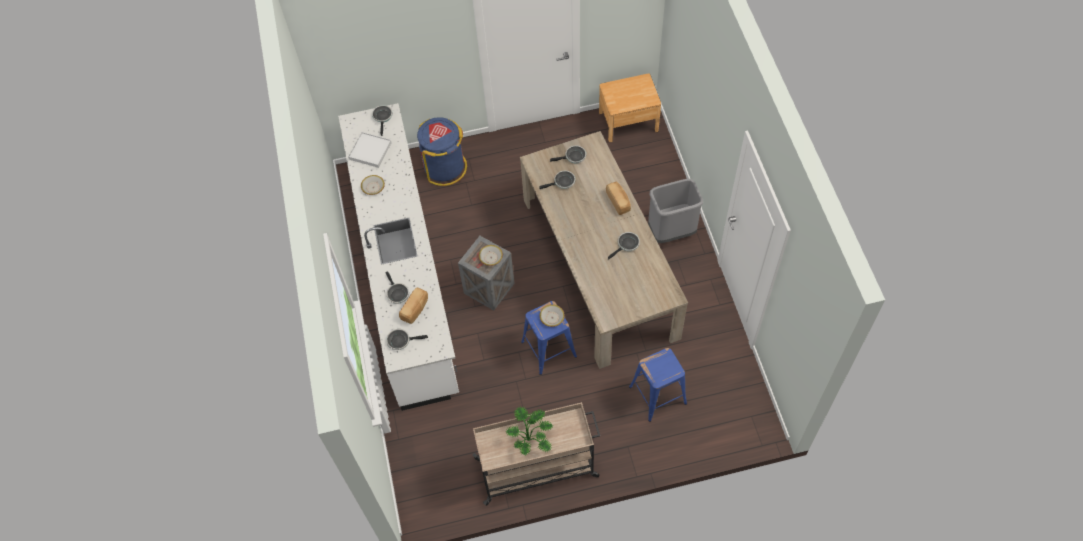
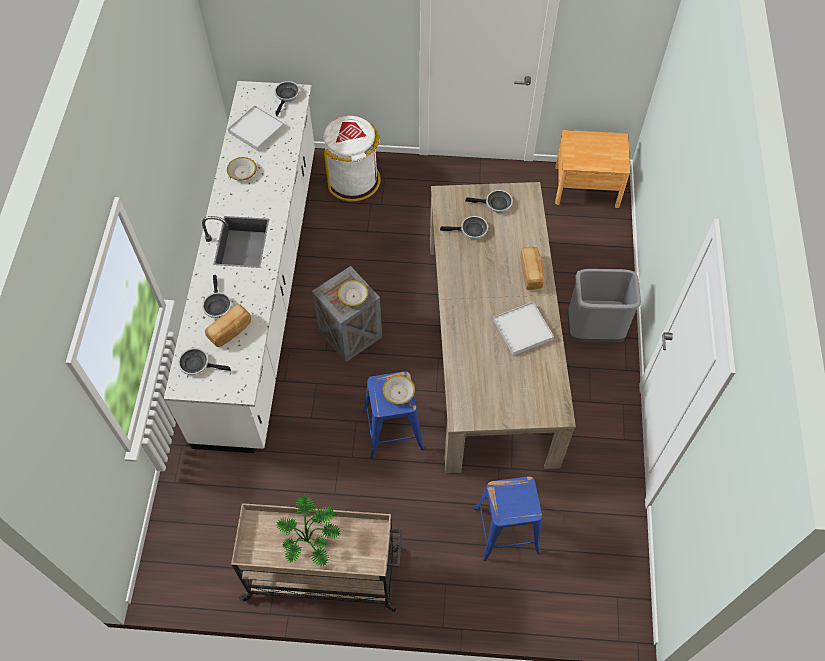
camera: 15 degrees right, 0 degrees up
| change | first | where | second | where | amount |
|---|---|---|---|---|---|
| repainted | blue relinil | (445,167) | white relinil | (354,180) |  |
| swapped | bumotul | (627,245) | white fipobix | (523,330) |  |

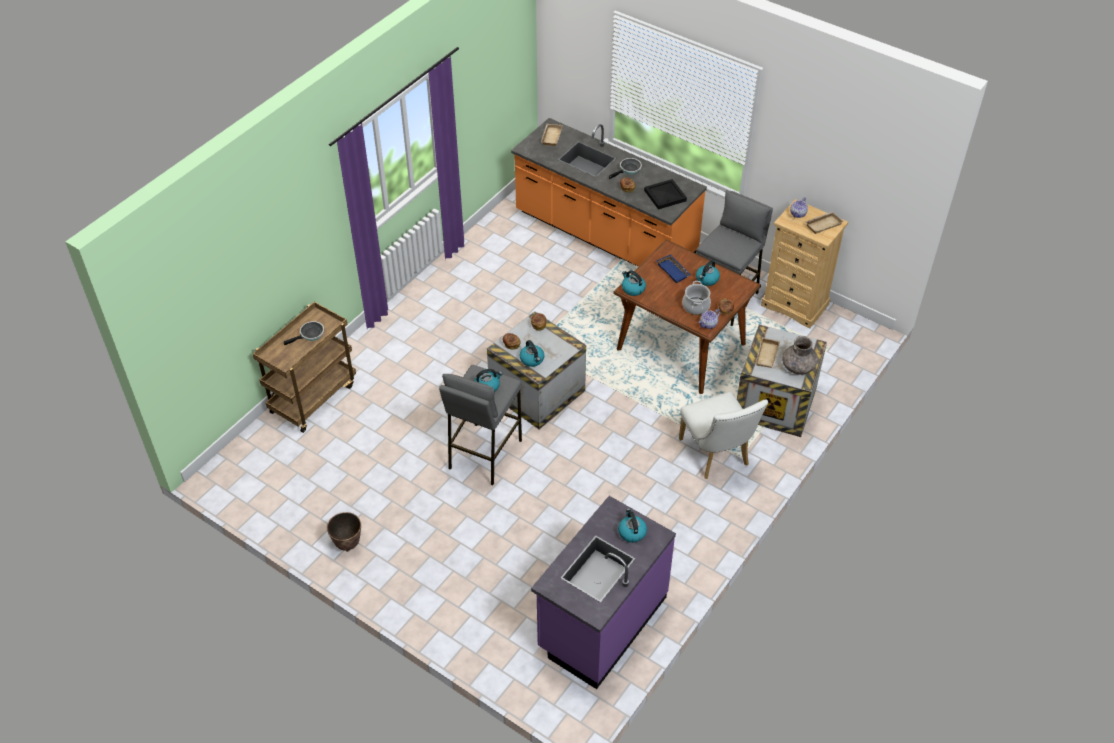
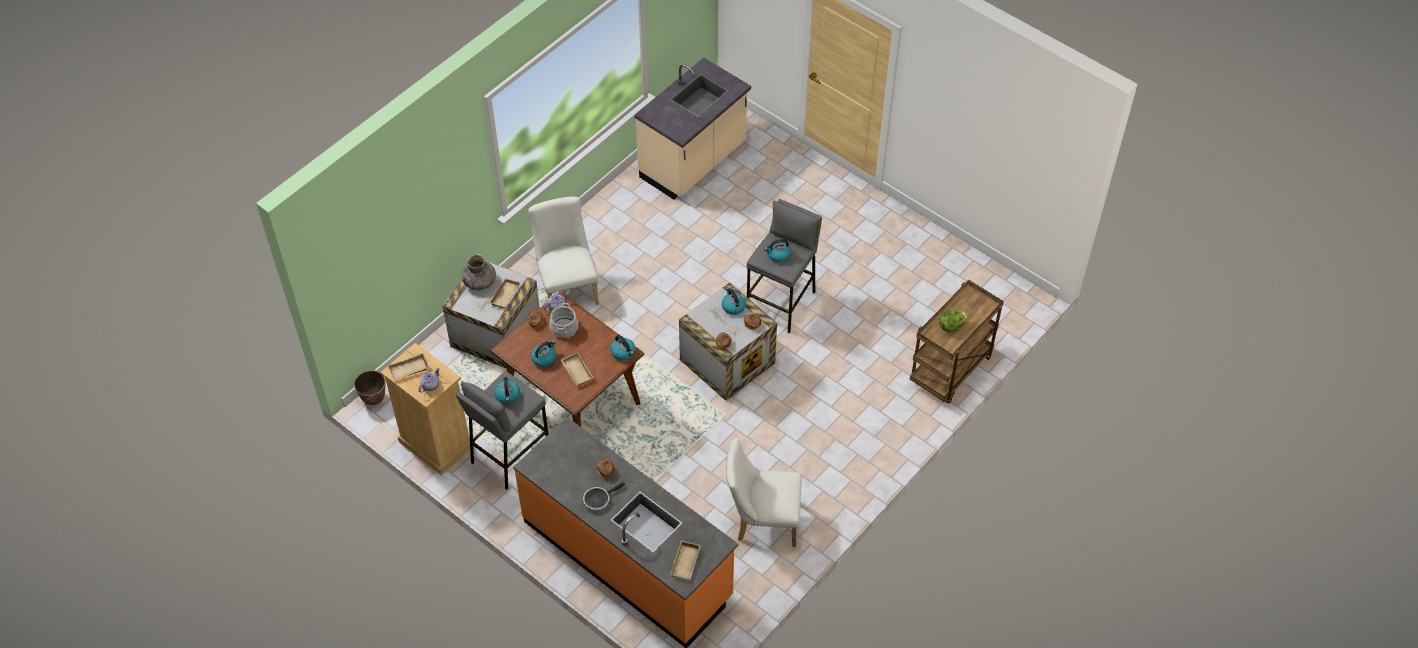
camera: 175 degrees left, 5 degrees up
| change | first | where | second | where | amount |
|---|---|---|---|---|---|
| gone | black fipobix | (665,196) |  |  |  |
| repainted | blue fipobix | (674,271) | beige fipobix | (576,371) |  |
| swapped | bumotul | (310,335) | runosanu | (951,326) |  |
| repainted | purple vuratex | (601,623) | beige vuratex | (693,163) |  |
| shifted | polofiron | (631,532) |  | (508,396) |  |
| shifted | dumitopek | (347,544) |  | (374,399) |  |
| new |  |  | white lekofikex | (762,521) |  |

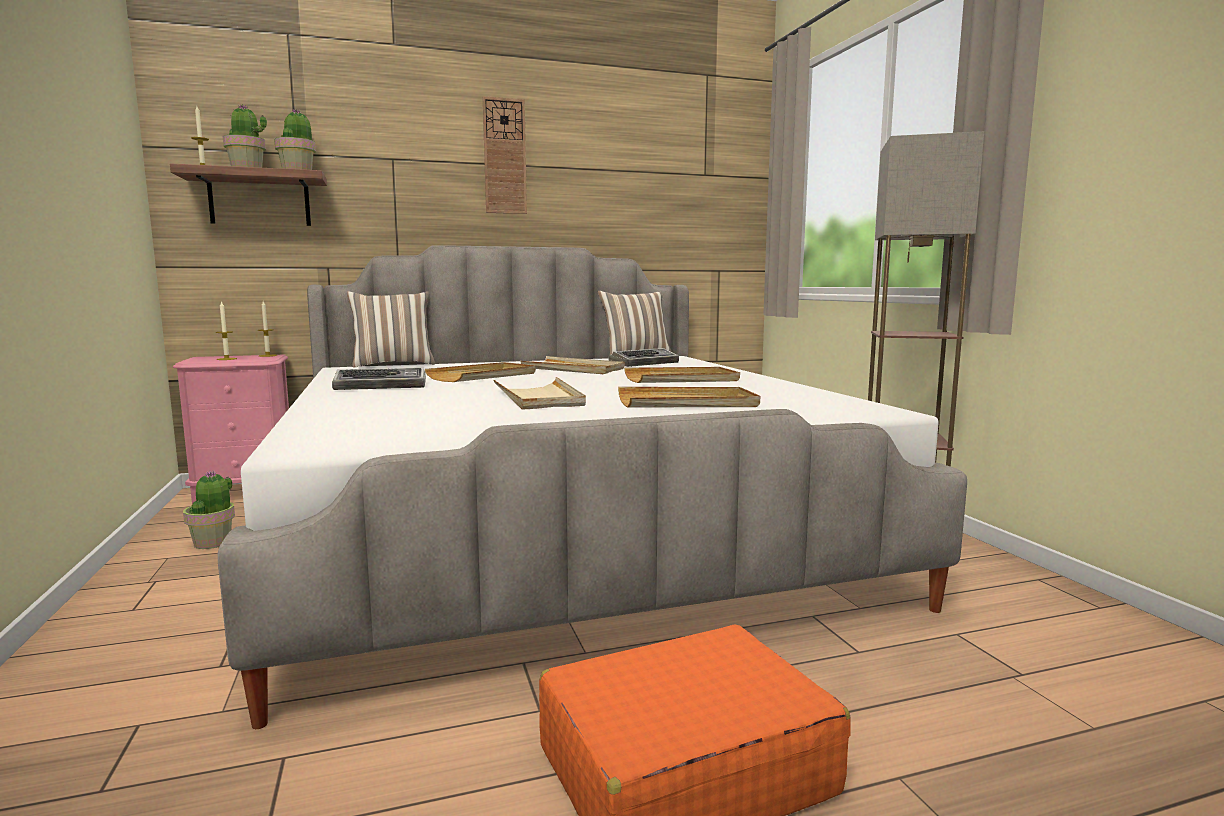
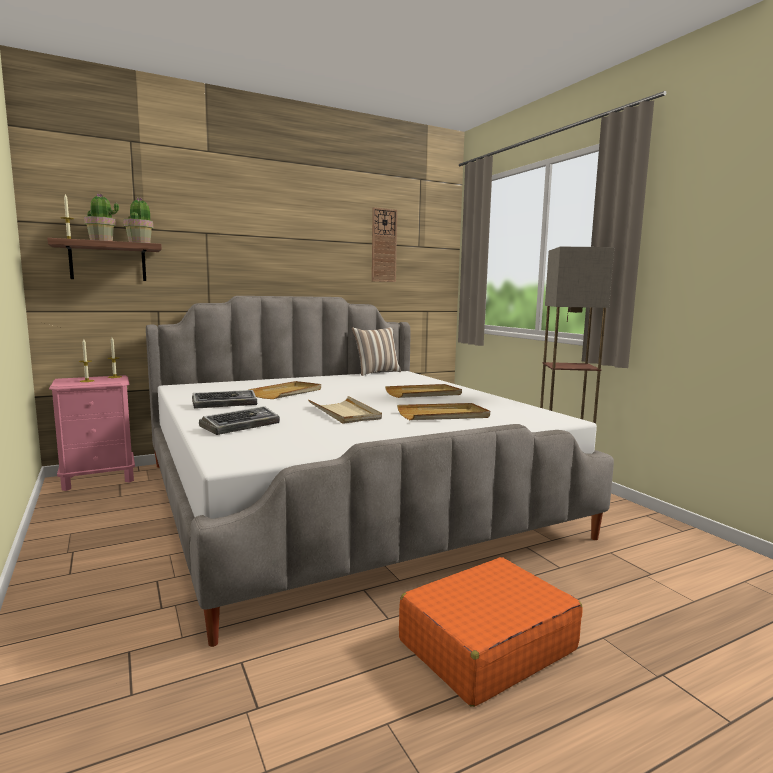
camera: 10 degrees left, 0 degrees up
| change | first | where | second | where | amount |
|---|---|---|---|---|---|
| shifted | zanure | (504,156) |  | (383,245) |  |
| gone | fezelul | (393,364) |  |  |  |
| shifted | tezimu | (644,363) |  | (241,426) |  |
| gone | beige fipobix | (573,369) |  |  |  |
| gone | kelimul | (213,542) |  |  |  |

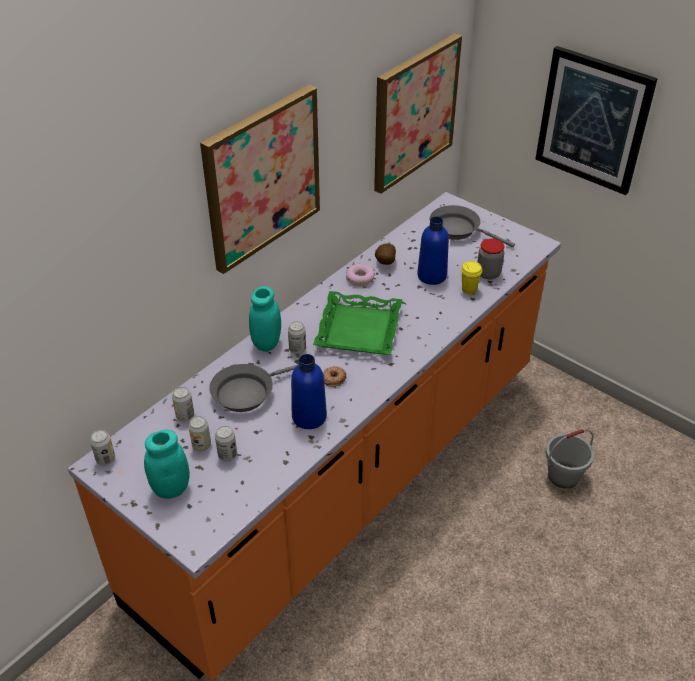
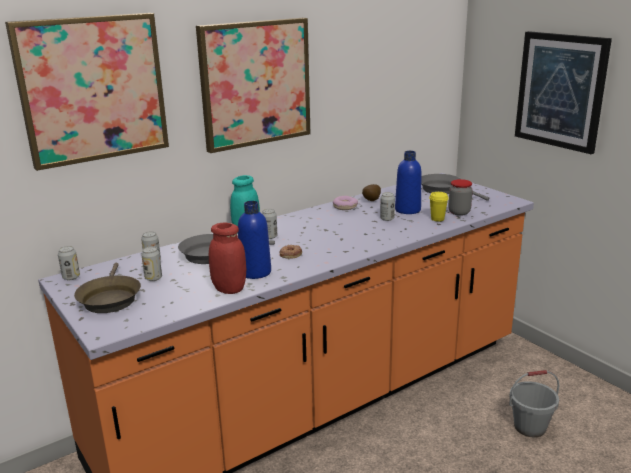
camera: 15 degrees right, 20 degrees down
| change | first | where | second | where | amount |
|---|---|---|---|---|---|
| shifted | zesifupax | (414,112) |  | (92,89) |  |
| gone | green fipobix | (359,329) |  |  |  |
| shifted | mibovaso | (227,455) |  | (387,219) |  |
| swapped | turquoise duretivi | (171,488) | brown bumotul | (109,298) |  |
| new |  |  | red duretivi | (229,289) |  |

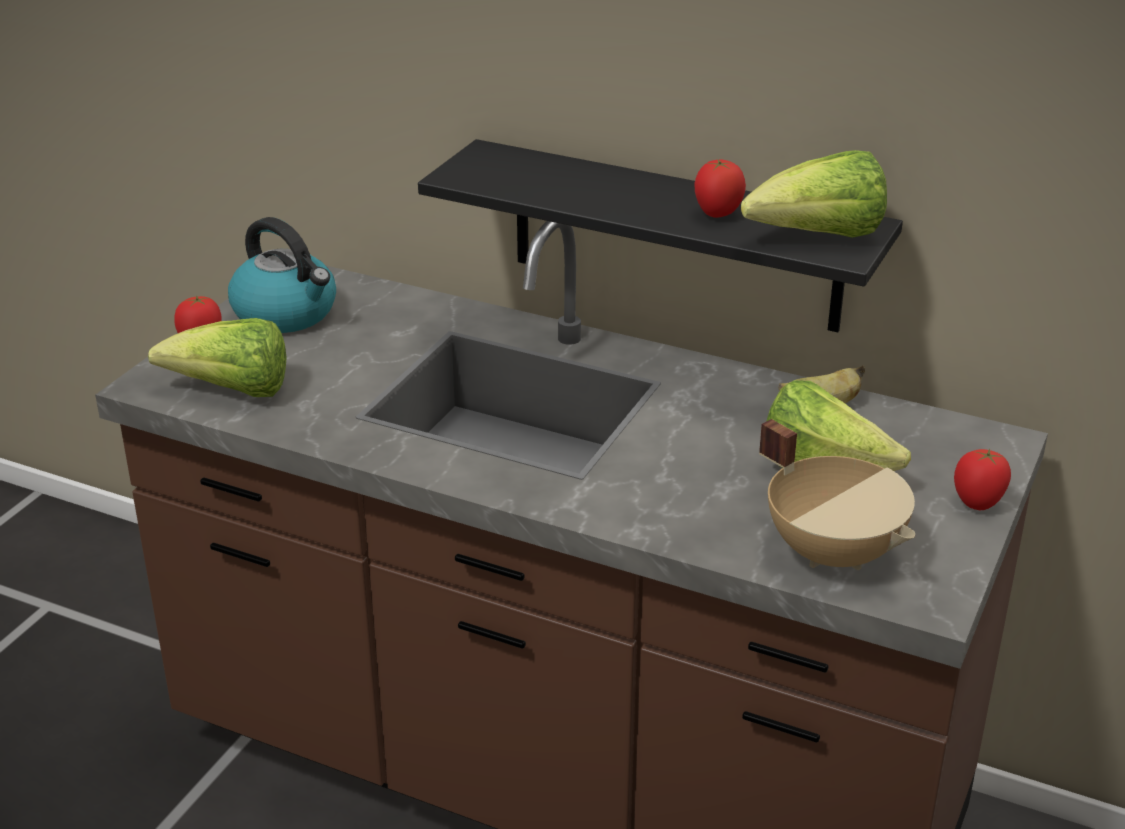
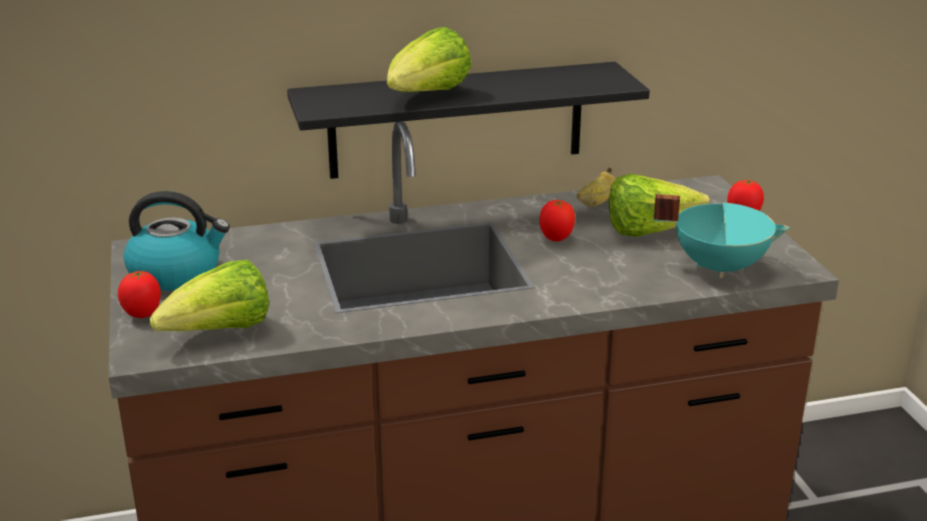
camera: 40 degrees left, 5 degrees down
| change | first | where | second | where | amount |
|---|---|---|---|---|---|
| shifted | runosanu | (819,237) |  | (428,96) |  |
| shifted | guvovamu | (717,214) |  | (556,239) |  |
| repainted | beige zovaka | (834,552) | turquoise zovaka | (719,266) |  |

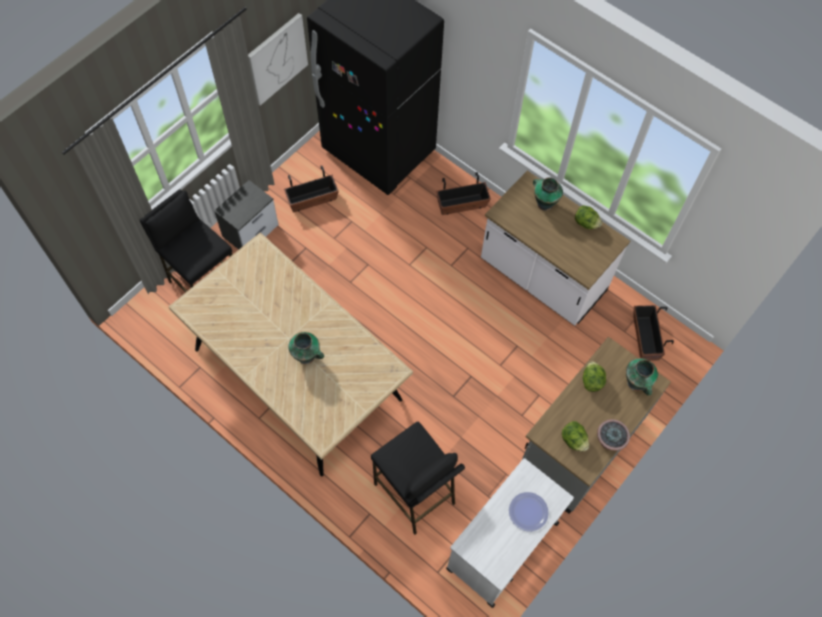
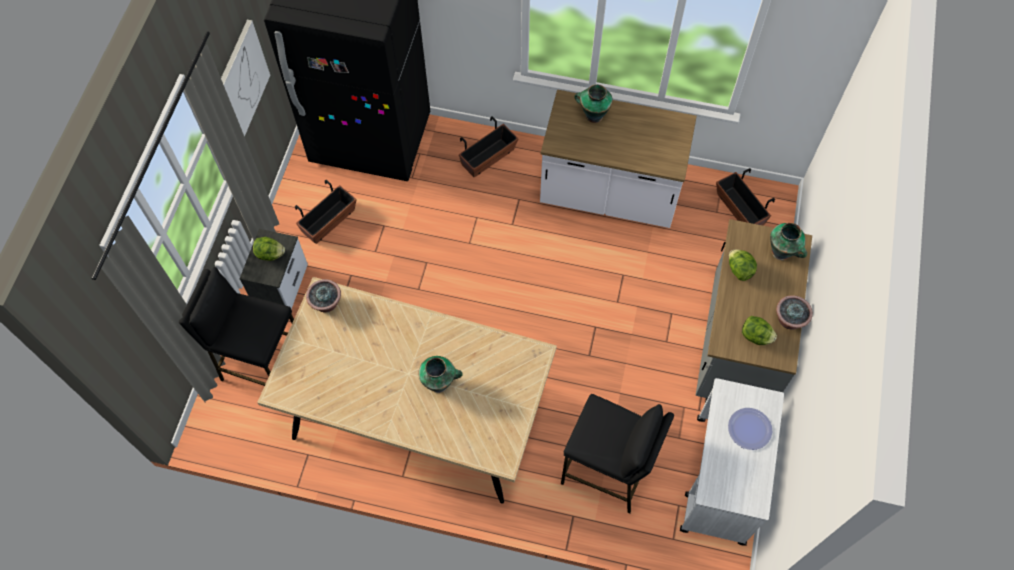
camera: 25 degrees left, 0 degrees up
| change | first | where | second | where | amount |
|---|---|---|---|---|---|
| shifted | runosanu | (586,223) |  | (270,254) |  |
| new |  |  | kelimul | (326,303) |  |

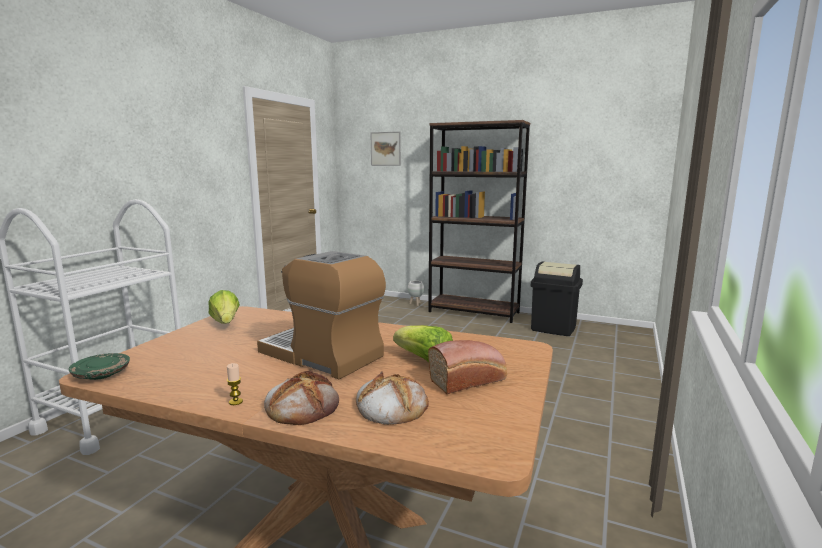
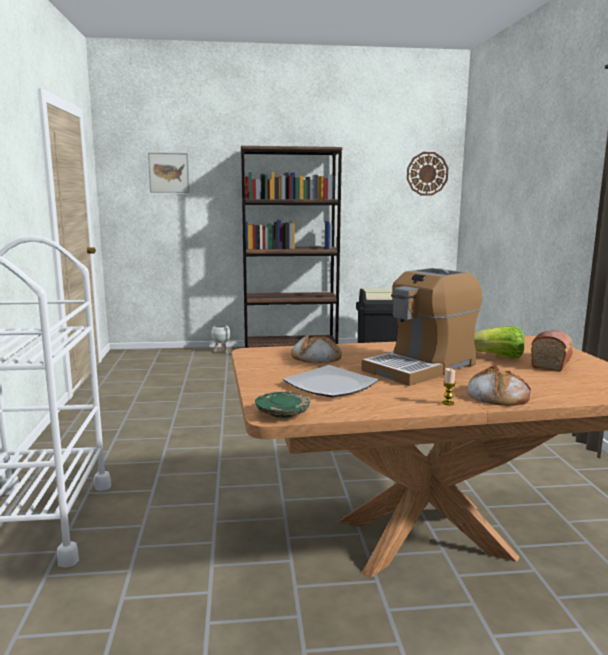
camera: 30 degrees left, 0 degrees up
| change | first | where | second | where | amount |
|---|---|---|---|---|---|
| rotated | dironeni | (322,355) |  | (421,367) | 45 degrees counterclockwise |
| gone | runosanu | (225,322) |  |  |  |
| shifted | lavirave | (390,406) |  | (316,357) |  |
| new |  |  | zanure | (427,173) |  |
| new |  |  | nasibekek | (330,385) |  |

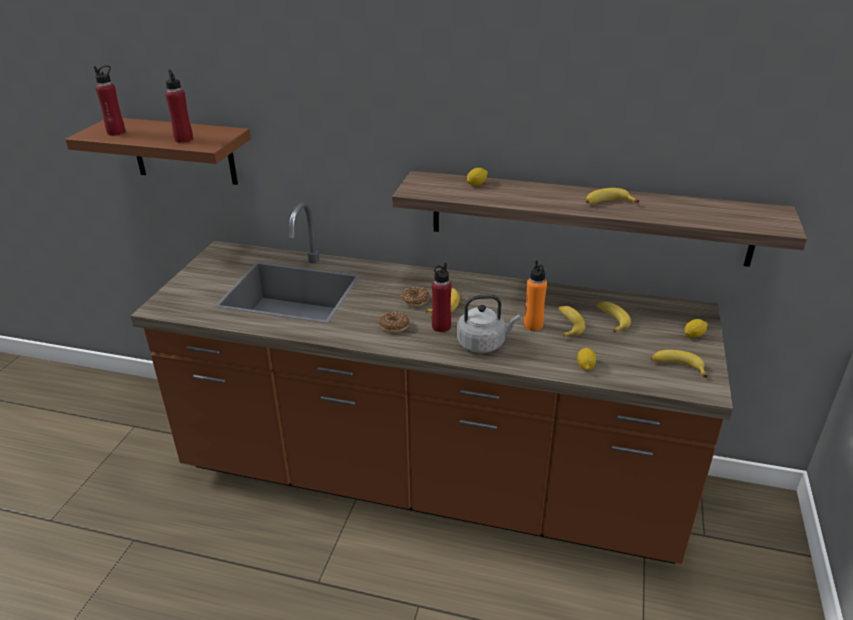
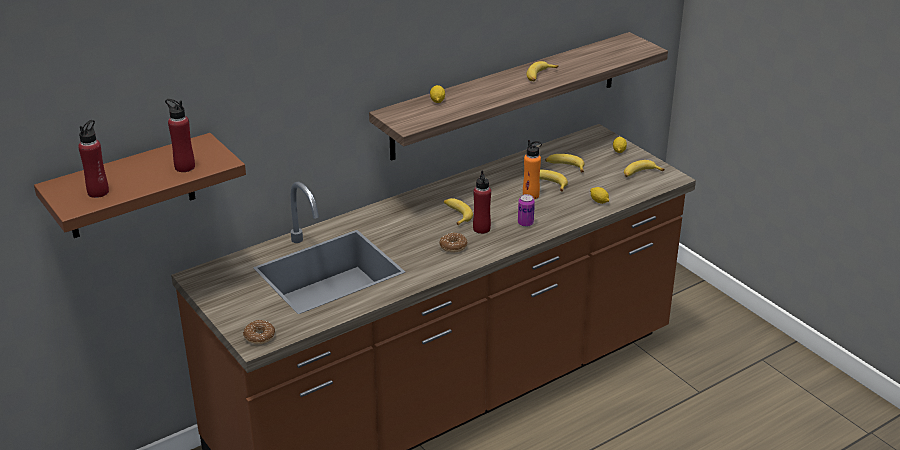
camera: 50 degrees left, 0 degrees up
| change | first | where | second | where | amount |
|---|---|---|---|---|---|
| shifted | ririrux | (415,300) |  | (259,336) |  |
| swapped | grey polofiron | (483,344) | mibovaso | (525,223) |  |

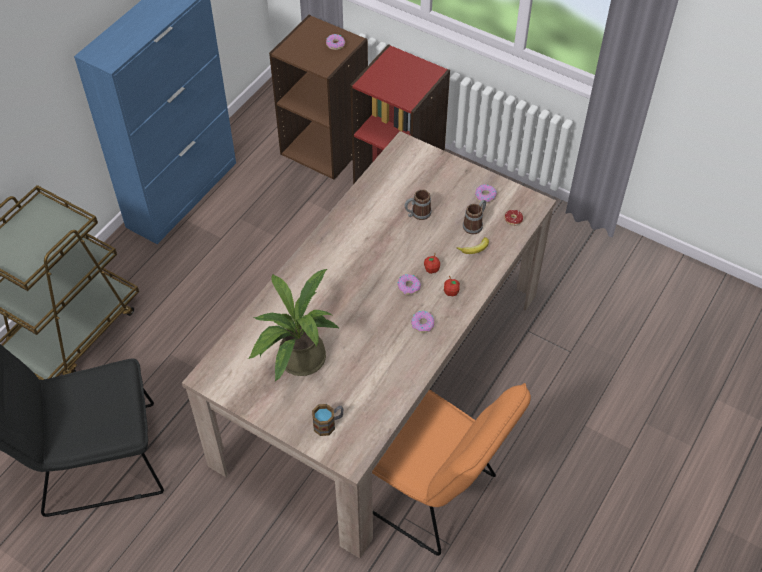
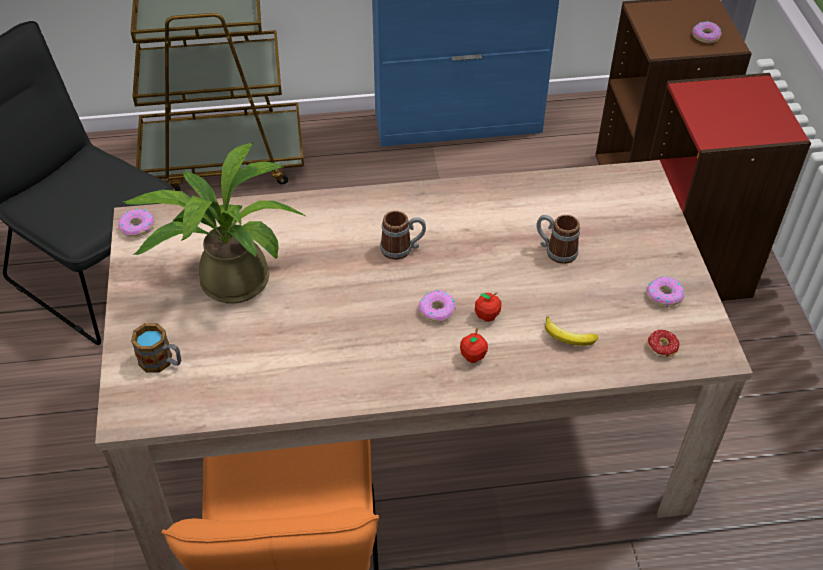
camera: 50 degrees right, 5 degrees down
| change | first | where | second | where | amount |
|---|---|---|---|---|---|
| shifted | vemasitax | (475,224) |  | (402,249) |  |
| shifted | ririrux | (423,324) |  | (137,227) |  |

